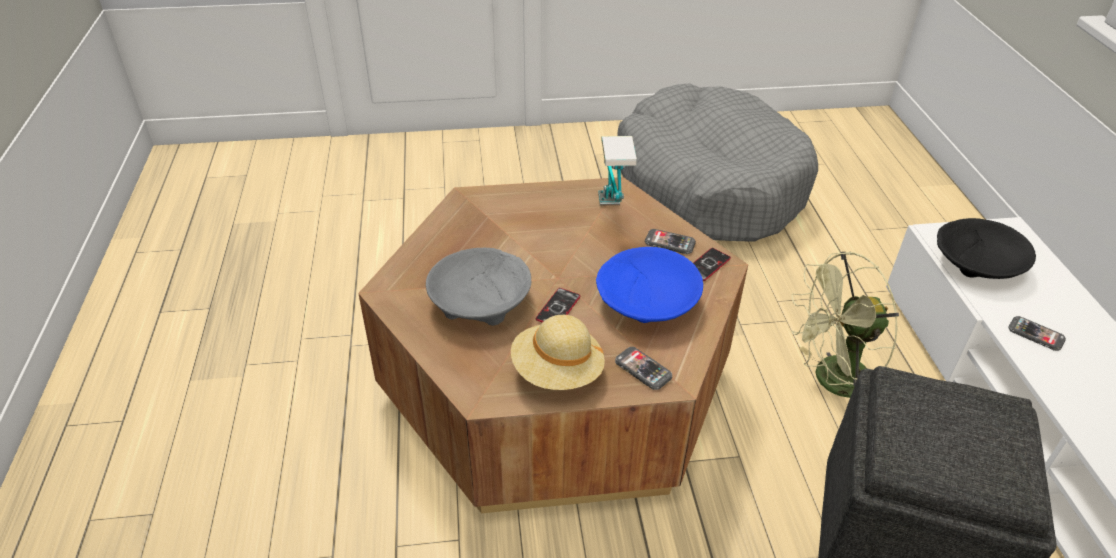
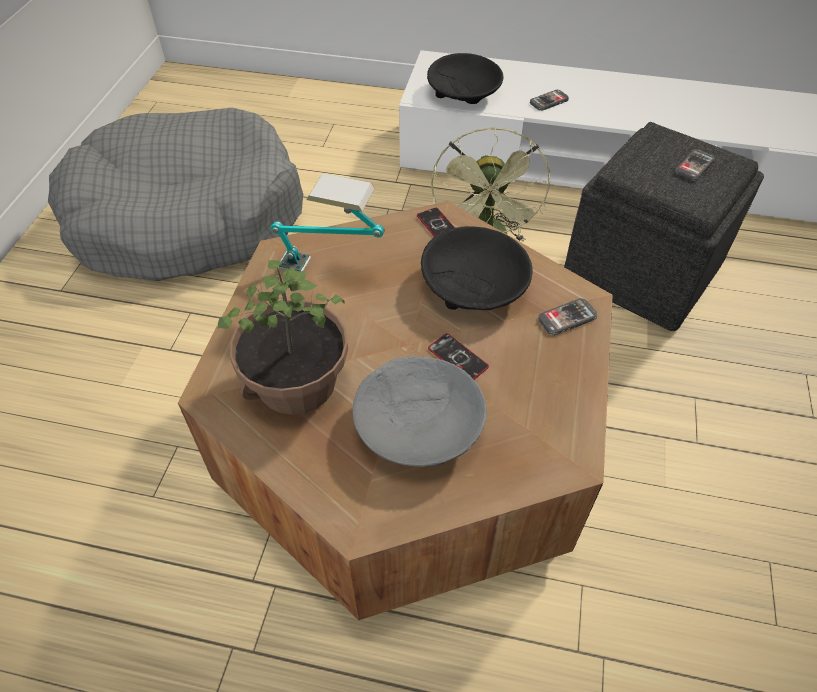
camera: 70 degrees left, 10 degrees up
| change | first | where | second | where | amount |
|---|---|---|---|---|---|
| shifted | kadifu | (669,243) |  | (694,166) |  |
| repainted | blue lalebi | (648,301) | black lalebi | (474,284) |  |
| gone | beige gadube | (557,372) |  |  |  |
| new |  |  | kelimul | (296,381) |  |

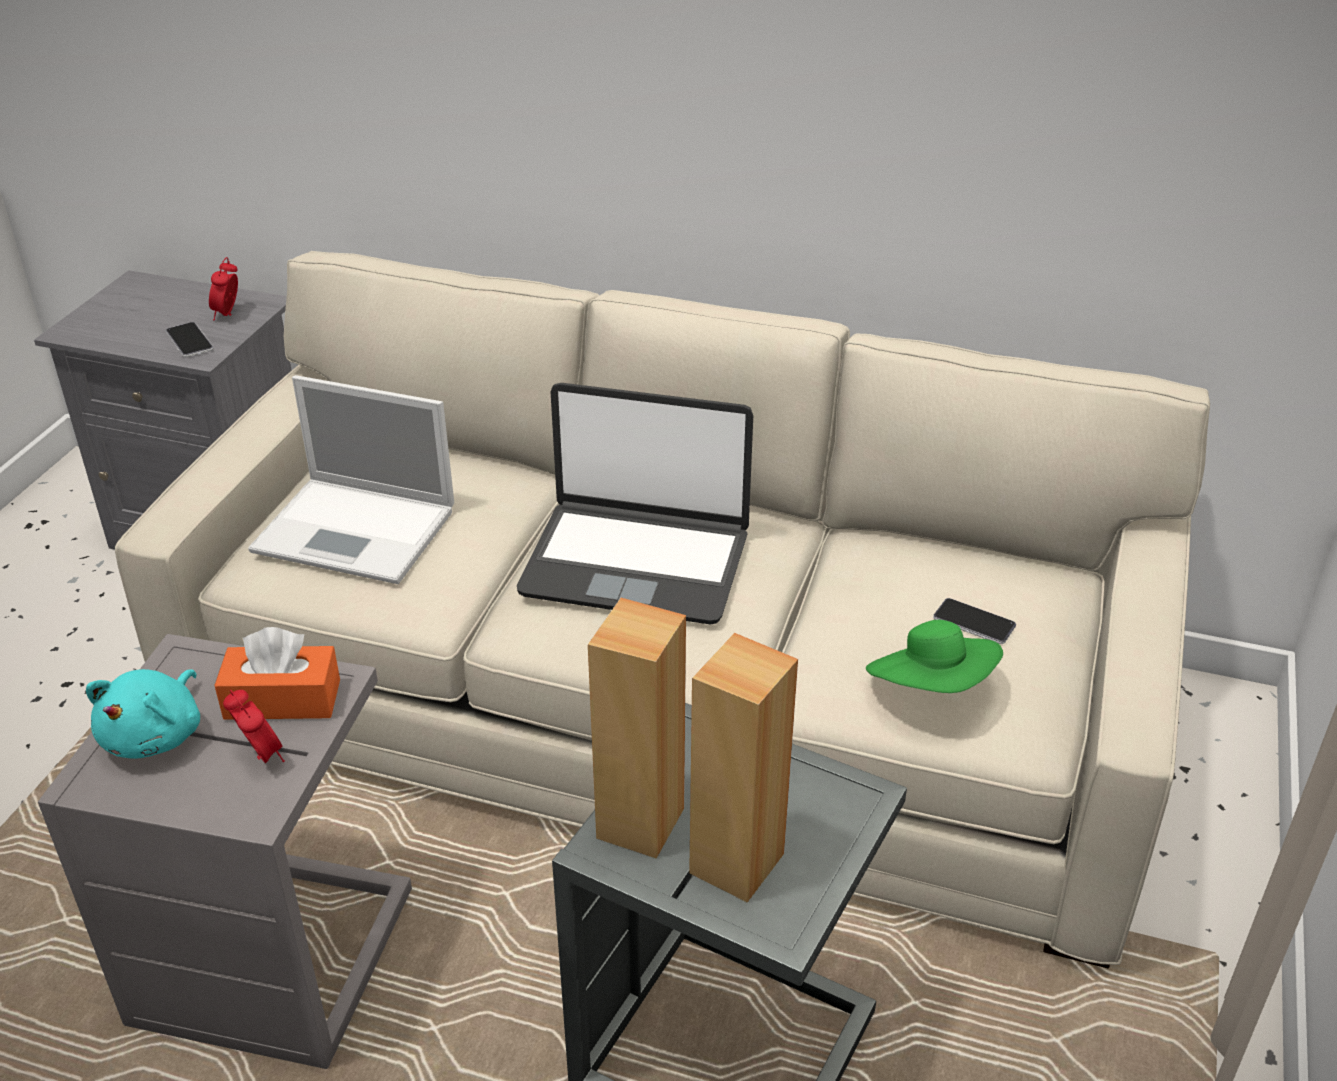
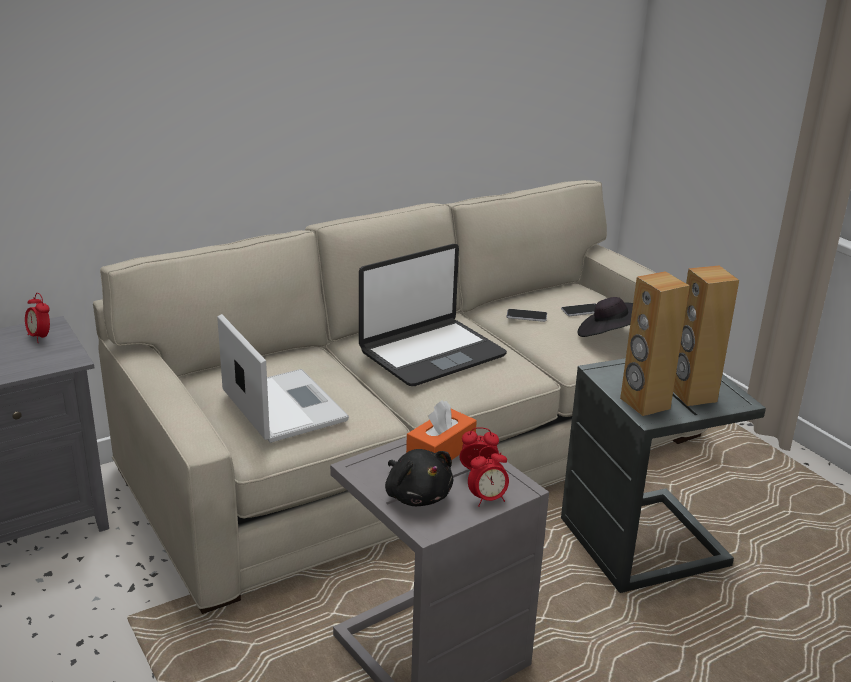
camera: 50 degrees left, 10 degrees down
| change | first | where | second | where | amount |
|---|---|---|---|---|---|
| shifted | kadifu | (189,341) |  | (526,316) |  |
| rotated | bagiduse | (358,531) |  | (282,405) | 90 degrees counterclockwise |
| repainted | green gadube | (932,688) | black gadube | (608,335) |  |
| repainted | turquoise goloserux | (156,735) | black goloserux | (417,495) |  |
| new |  |  | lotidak | (487,499) |  |

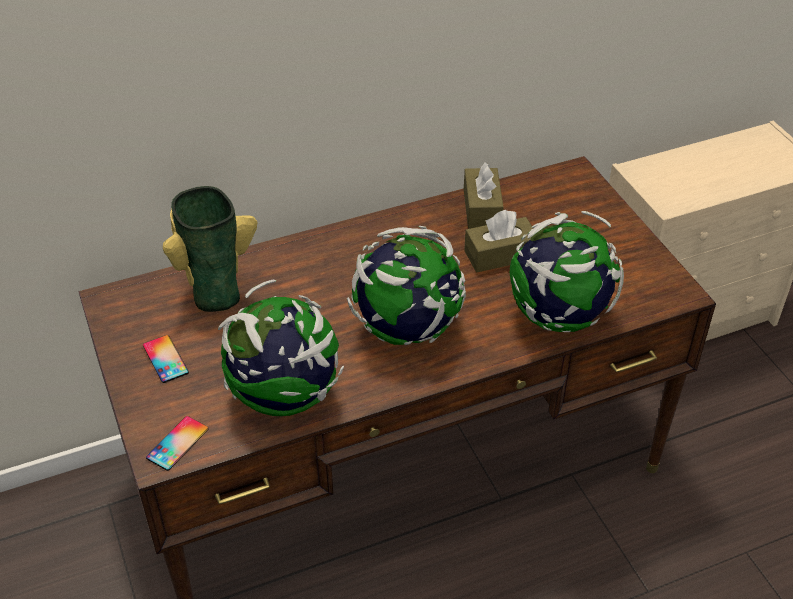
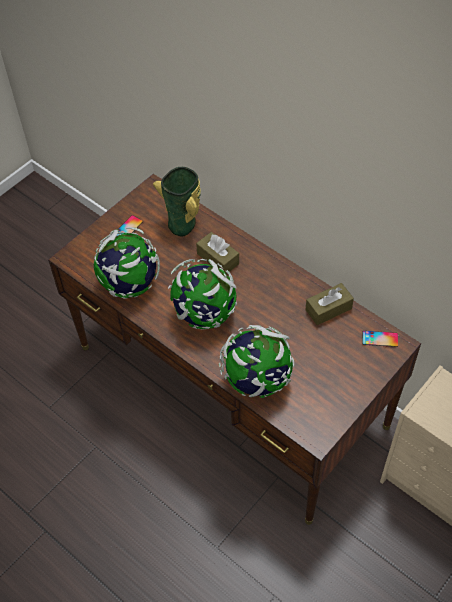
camera: 65 degrees right, 10 degrees up
| change | first | where | second | where | amount |
|---|---|---|---|---|---|
| shifted | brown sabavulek | (500,255) |  | (218,259) |  |
| shifted | kadifu | (177,443) |  | (380,339) |  |

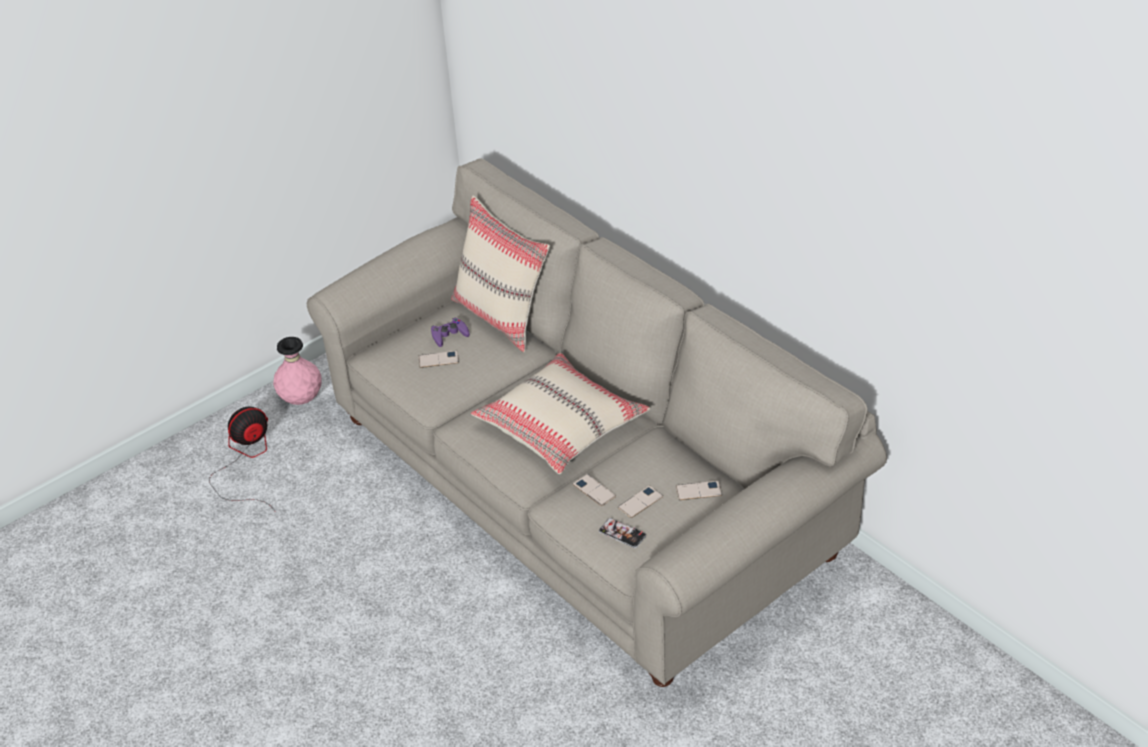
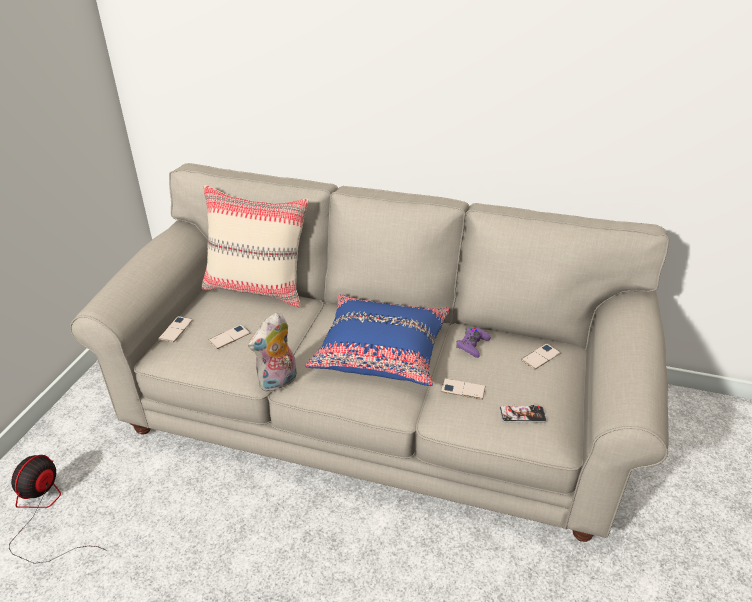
camera: 35 degrees left, 5 degrees down
| change | first | where | second | where | amount |
|---|---|---|---|---|---|
| shifted | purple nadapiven | (449,335) |  | (472,345) |  |
| gone | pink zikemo | (301,399) |  |  |  |
| repainted | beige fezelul | (561,426) | blue fezelul | (381,351) |  |
| shifted | kadifu | (640,502) |  | (176,329) |  |
| new |  |  | goloserux | (278,382) |  |

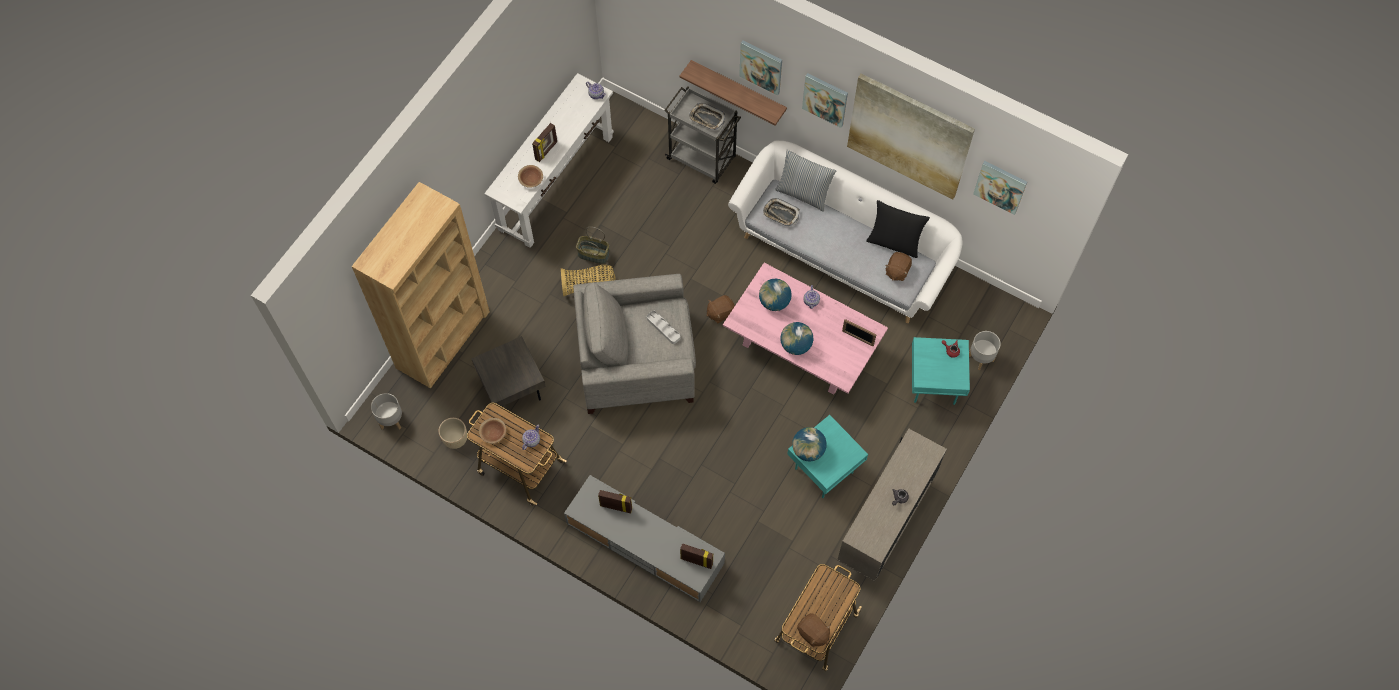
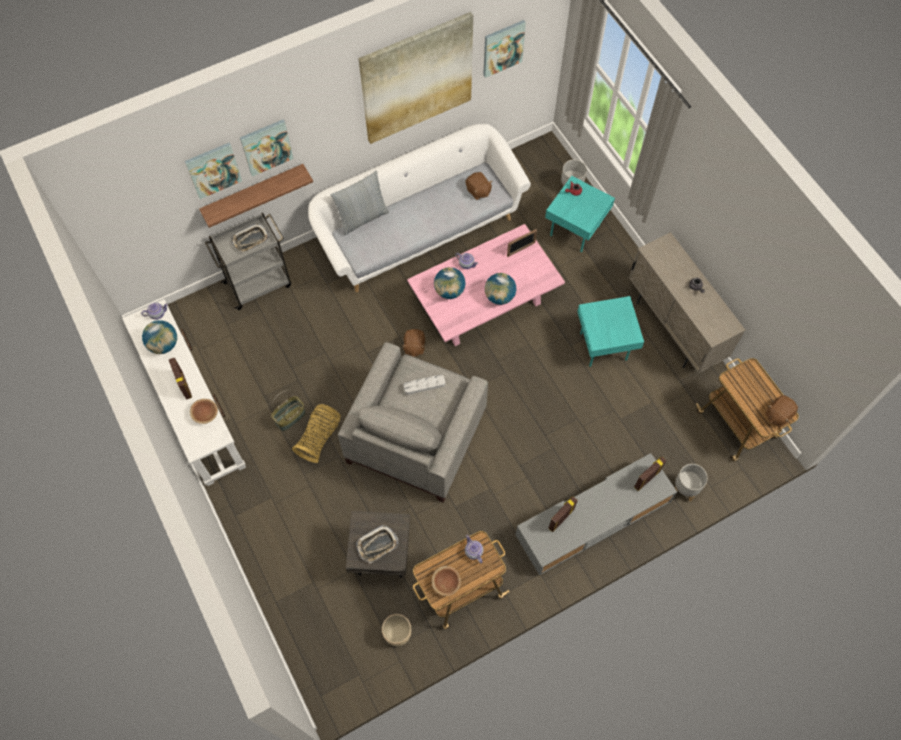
camera: 60 degrees left, 0 degrees up
| change | first | where | second | where | amount |
|---|---|---|---|---|---|
| shifted | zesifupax | (825,99) |  | (213,169) |  |
| gone | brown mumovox | (443,339) |  |  |  |
| shifted | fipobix | (781,214) |  | (377,545) |  |
| gone | black fezelul | (894,242) |  |  |  |
| shifted | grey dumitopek | (391,420) |  | (685,489) |  |
| shifted | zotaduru | (808,450) |  | (164,344) |  |
| rotated | brown goloserux | (813,633) |  | (778,414) | 150 degrees clockwise |

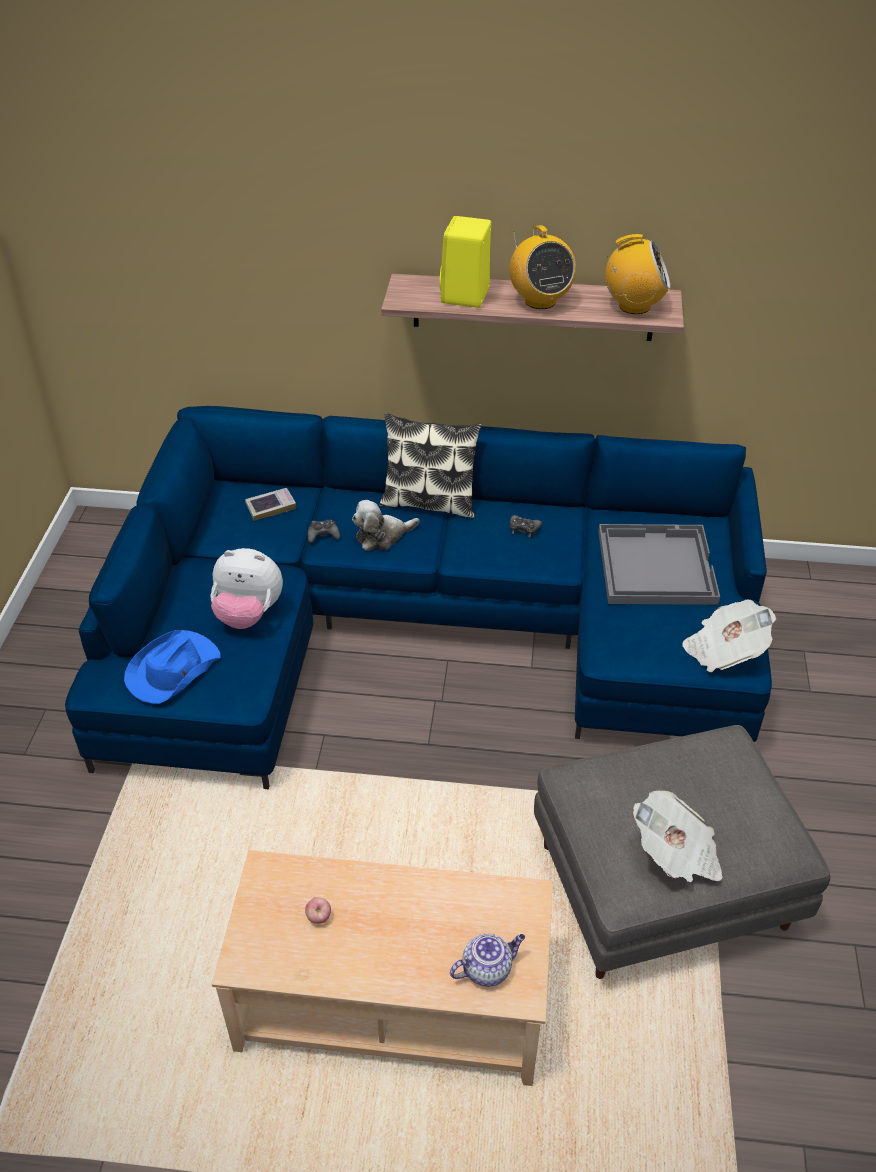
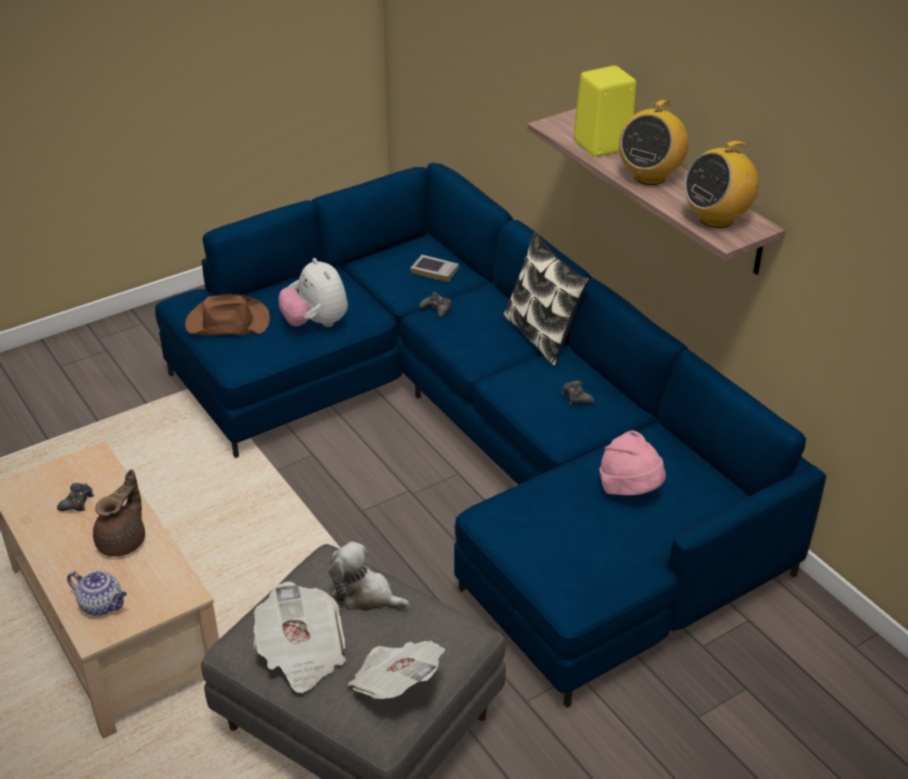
camera: 50 degrees right, 5 degrees down
| change | first | where | second | where | amount |
|---|---|---|---|---|---|
| rotated | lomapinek | (633,306) |  | (716,218) | 90 degrees clockwise |
| shifted | goloserux | (382,536) |  | (365,595) |  |
| swapped | grey fipobix | (655,566) | pink gadube | (630,490) |  |
| shifted | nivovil | (724,650) |  | (396,683) |  |
| repainted | blue gadube | (172,670) | brown gadube | (227,322) |  |
| swapped | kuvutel | (319,917) | black nadapiven | (77,502) |  |
| new |  |  | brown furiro | (123,541) |  |

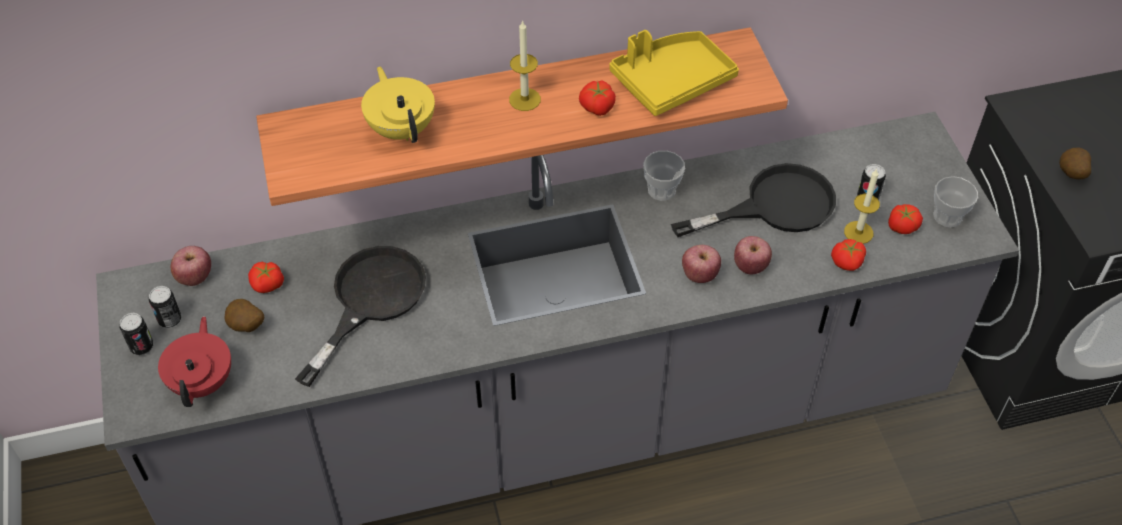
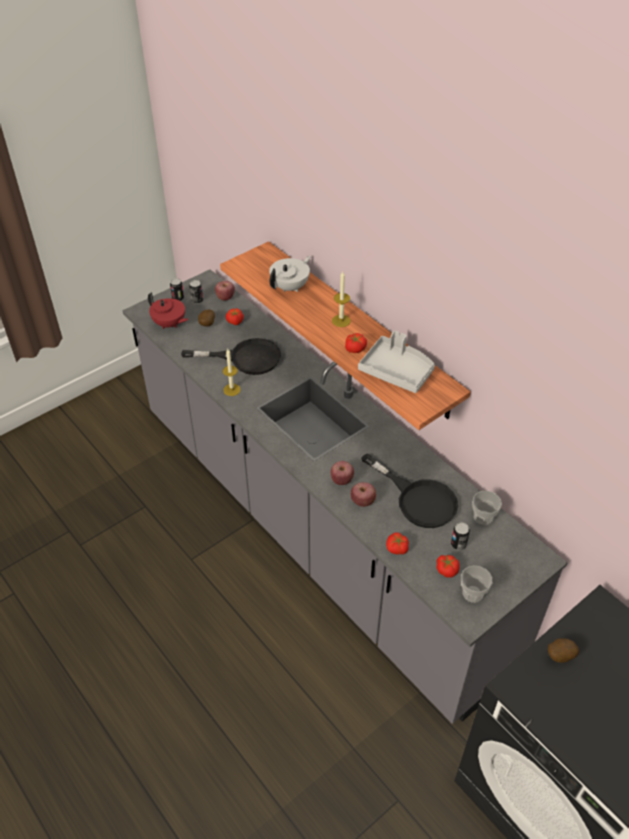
camera: 65 degrees right, 5 degrees down
| change | first | where | second | where | amount |
|---|---|---|---|---|---|
| repainted | yellow fipobix | (671,81) | grey fipobix | (397,371) |  |
| repainted | yellow furiro | (402,128) | white furiro | (290,287) |  |
| shifted | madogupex | (661,190) |  | (483,517) |  |
| shifted | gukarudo | (858,232) |  | (232,390) |  |
| rotated | red furiro | (203,381) |  | (169,324) | 60 degrees clockwise |

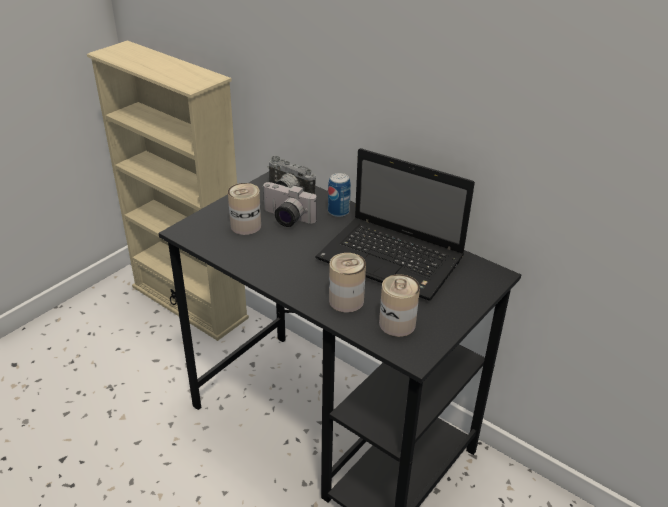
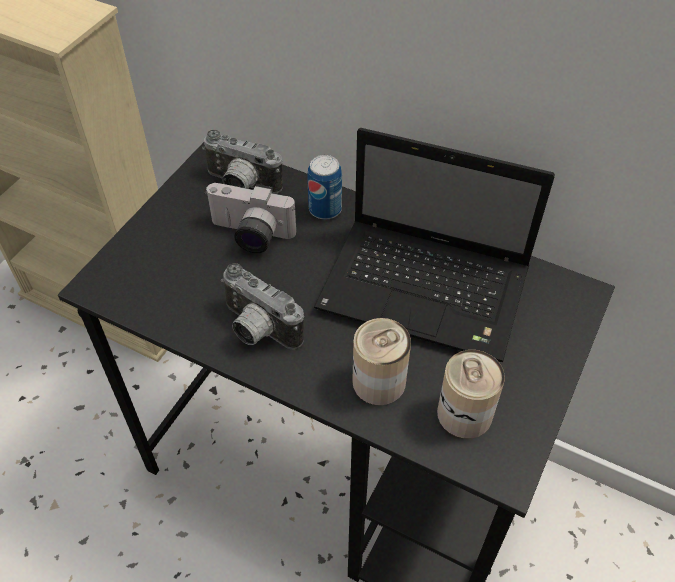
camera: 10 degrees left, 15 degrees up
| change | first | where | second | where | amount |
|---|---|---|---|---|---|
| gone | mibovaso | (246,226) |  |  |  |
| new |  |  | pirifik | (257,330) |  |

